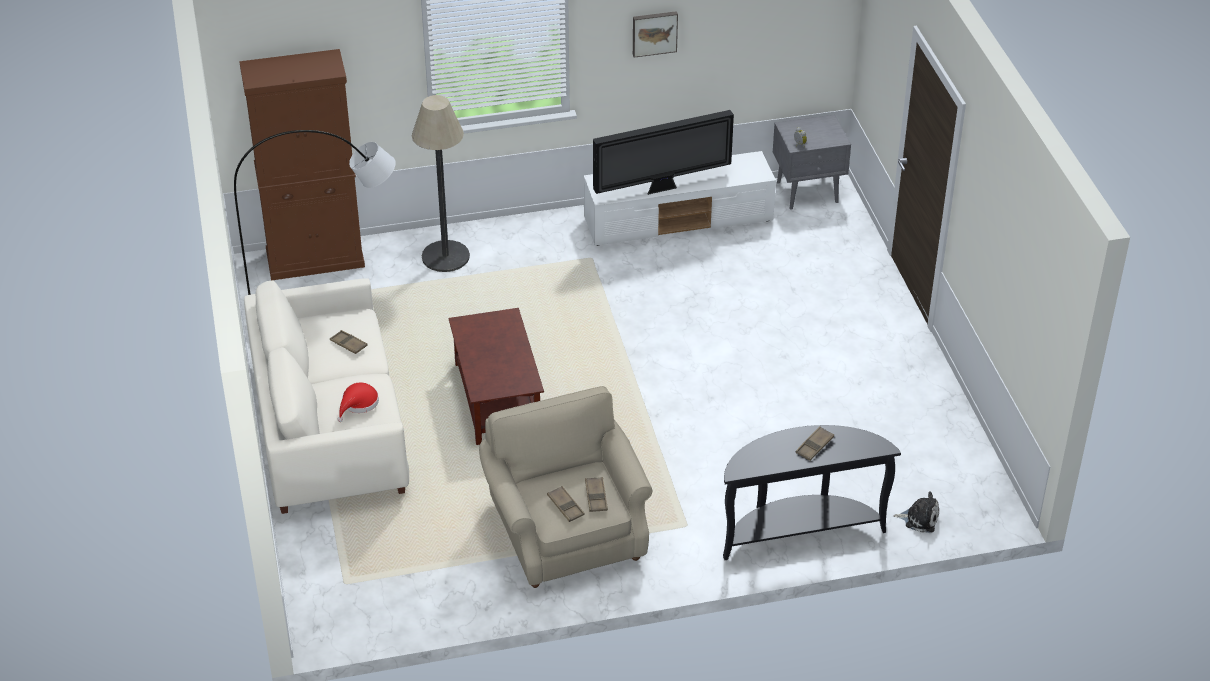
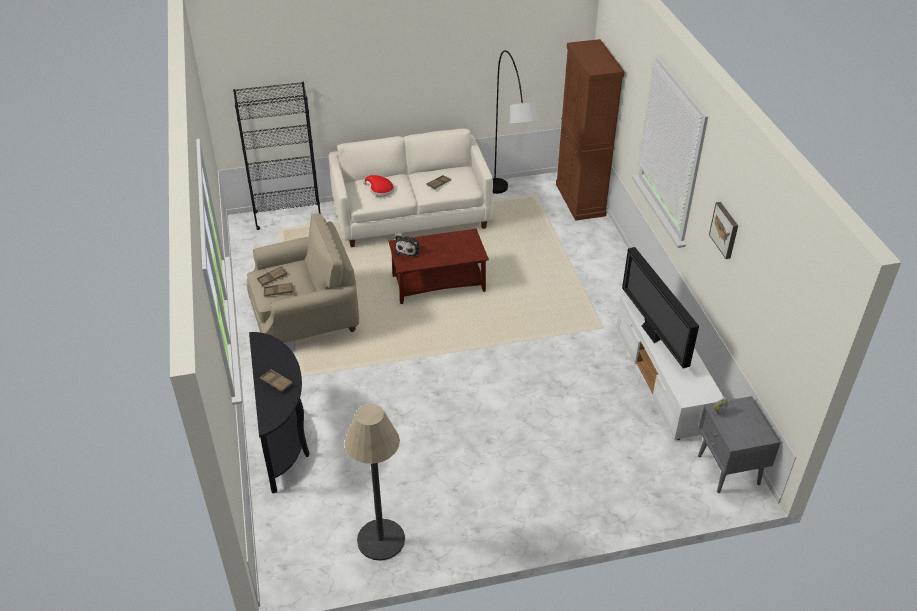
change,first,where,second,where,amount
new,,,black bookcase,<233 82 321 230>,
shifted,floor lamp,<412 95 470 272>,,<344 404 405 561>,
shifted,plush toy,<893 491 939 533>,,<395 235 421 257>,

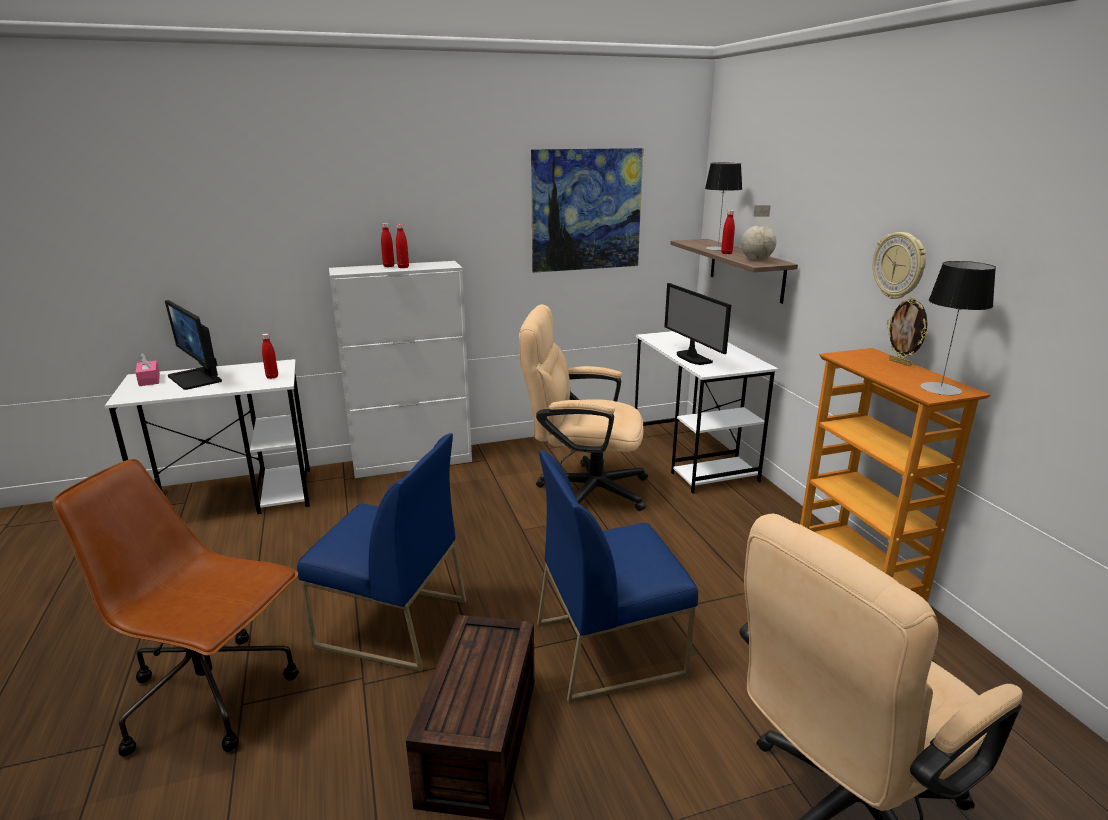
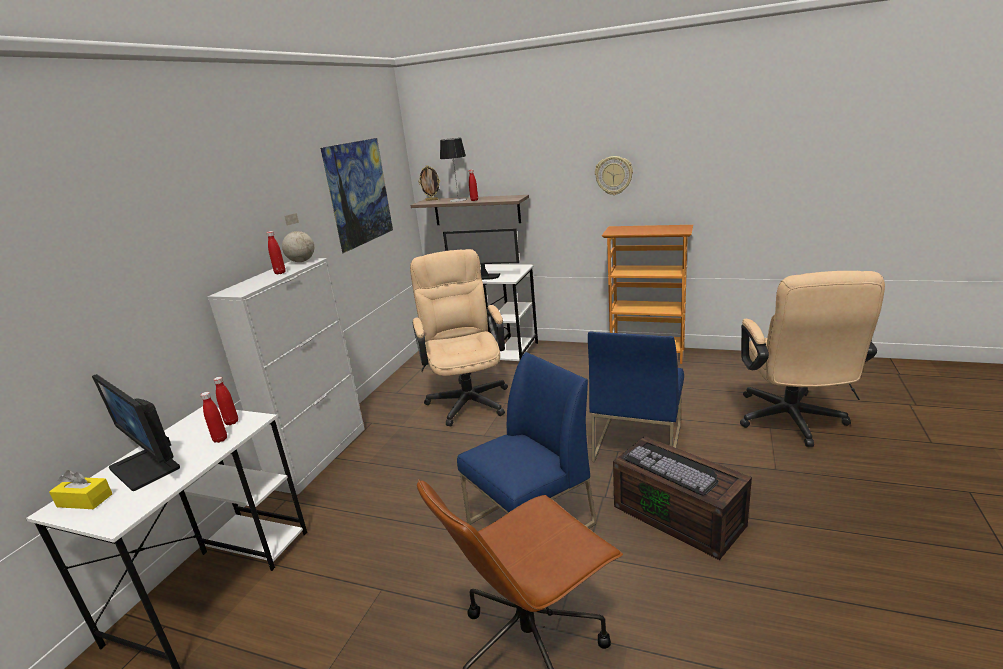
change,first,where,second,where,amount
repainted,pink tissue box,<135 353 160 386>,yellow tissue box,<49 470 112 509>,
rotated,monitor,<165 300 222 390>,,<92 374 180 491>,45 degrees clockwise
shifted,red bottle,<381 223 394 267>,,<201 392 227 443>,
shifted,globe,<741 205 776 260>,,<282 213 314 262>,
rotated,beige office chair,<519 304 648 511>,,<410 249 508 426>,120 degrees clockwise
shifted,picture frame,<887 297 928 366>,,<418 165 440 201>,
new,,,keyboard,<623 445 718 496>,
gone,table lamp,<920 261 996 395>,,,

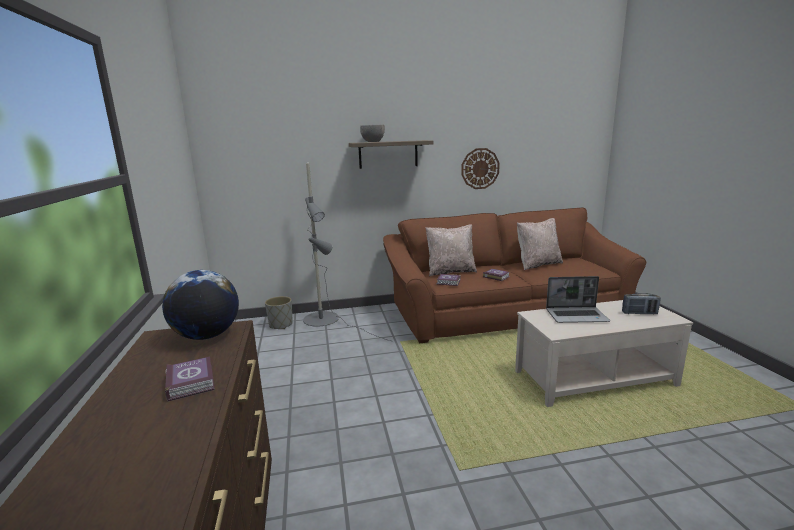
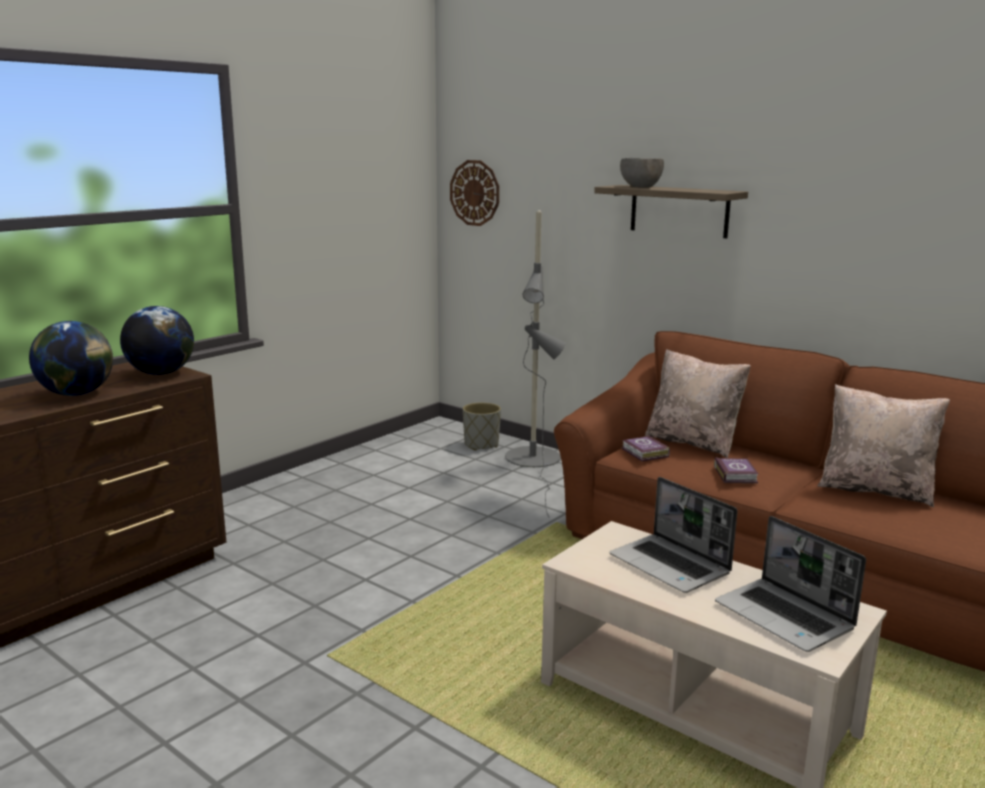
change,first,where,second,where,amount
swapped,book,<165 357 215 402>,globe,<29 321 113 396>,
shifted,wall clock,<461 148 500 189>,,<450 160 499 226>,
swapped,radio,<622 293 661 314>,laptop,<715 516 866 652>,

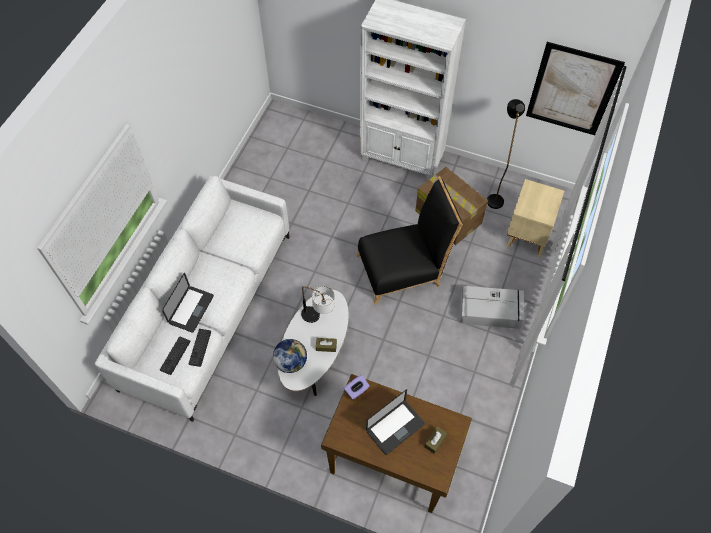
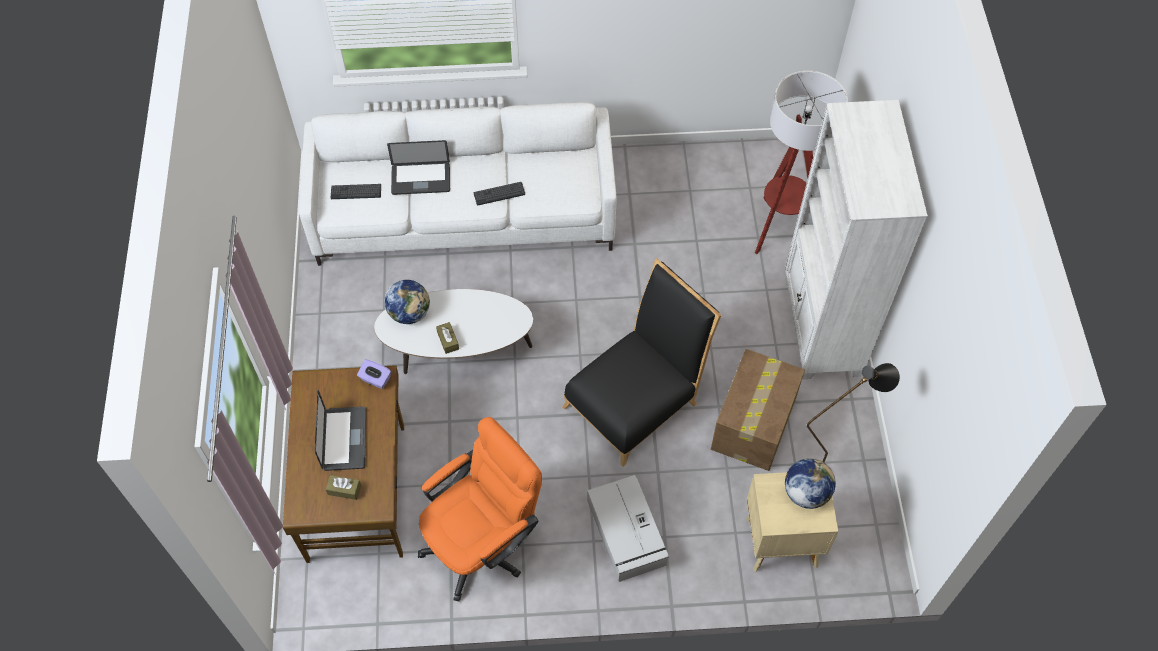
change,first,where,second,where,amount
rotated,laptop,<366 389 425 455>,,<315 390 366 471>,120 degrees counterclockwise
new,,,orange office chair,<418 417 542 602>,
shifted,keyboard,<189 329 211 367>,,<474 182 525 205>,
rotated,black chair,<356 176 463 304>,,<562 258 721 467>,90 degrees counterclockwise
new,,,floor lamp,<755 71 848 254>,
new,,,globe,<785 458 836 509>,
gone,table lamp,<301 286 335 323>,,,
gone,picture,<526 42 625 135>,,,

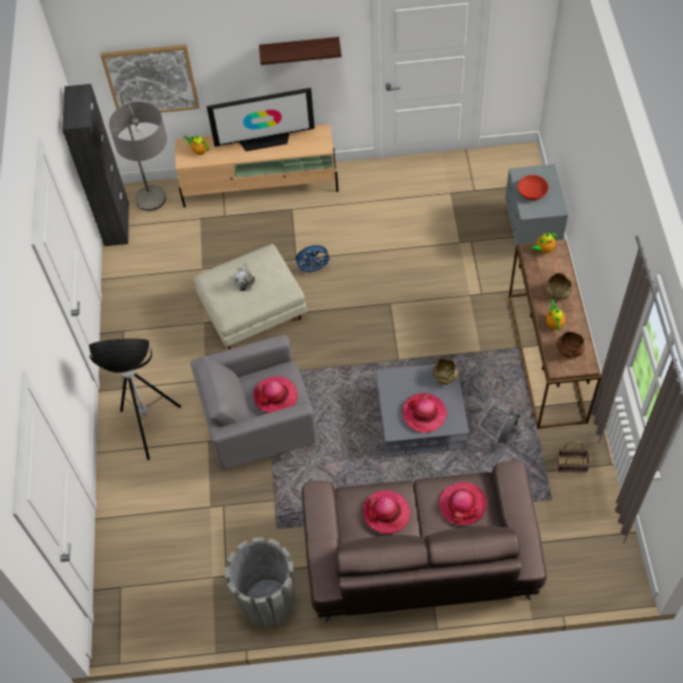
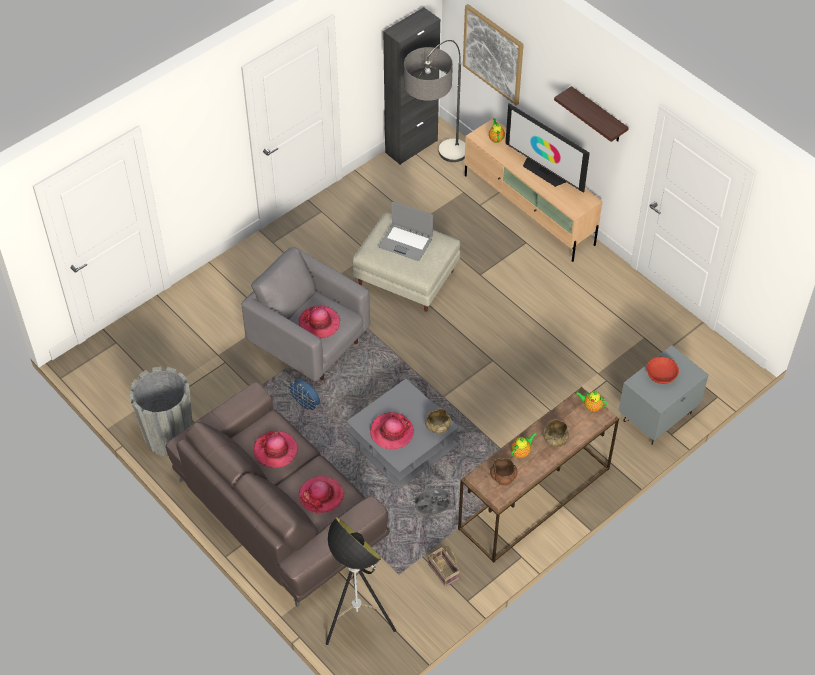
change,first,where,second,where,amount
shifted,blue fan,<295 245 332 275>,,<286 379 320 413>,
shifted,floor lamp,<89 338 181 460>,,<326 517 396 645>,
swapped,plush toy,<234 263 255 291>,laptop,<379 201 433 261>,

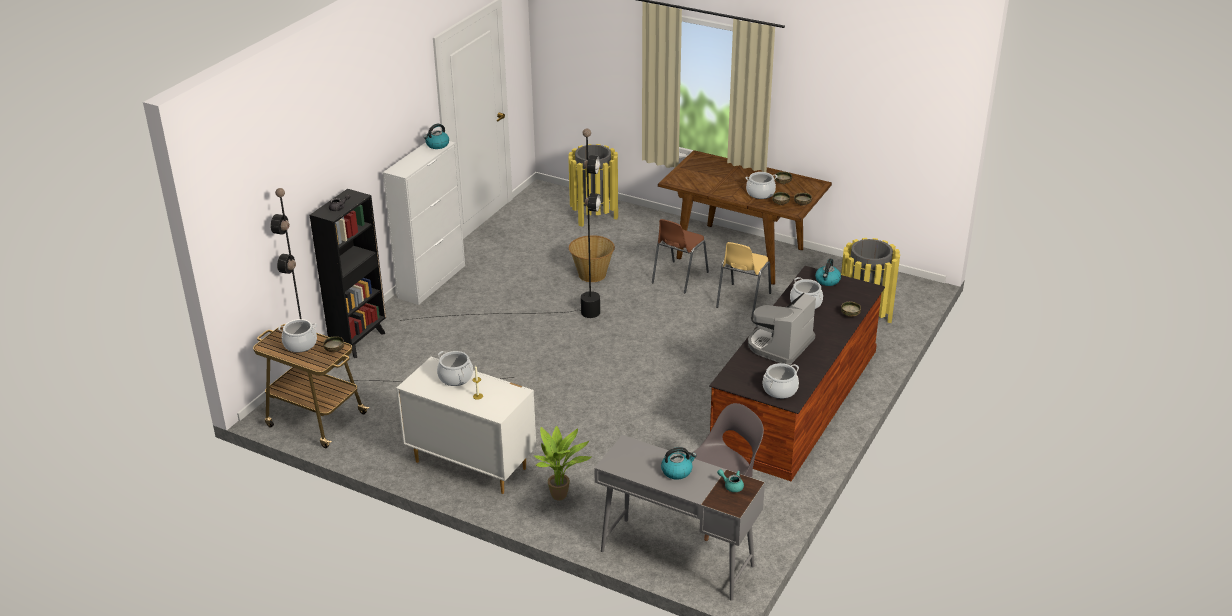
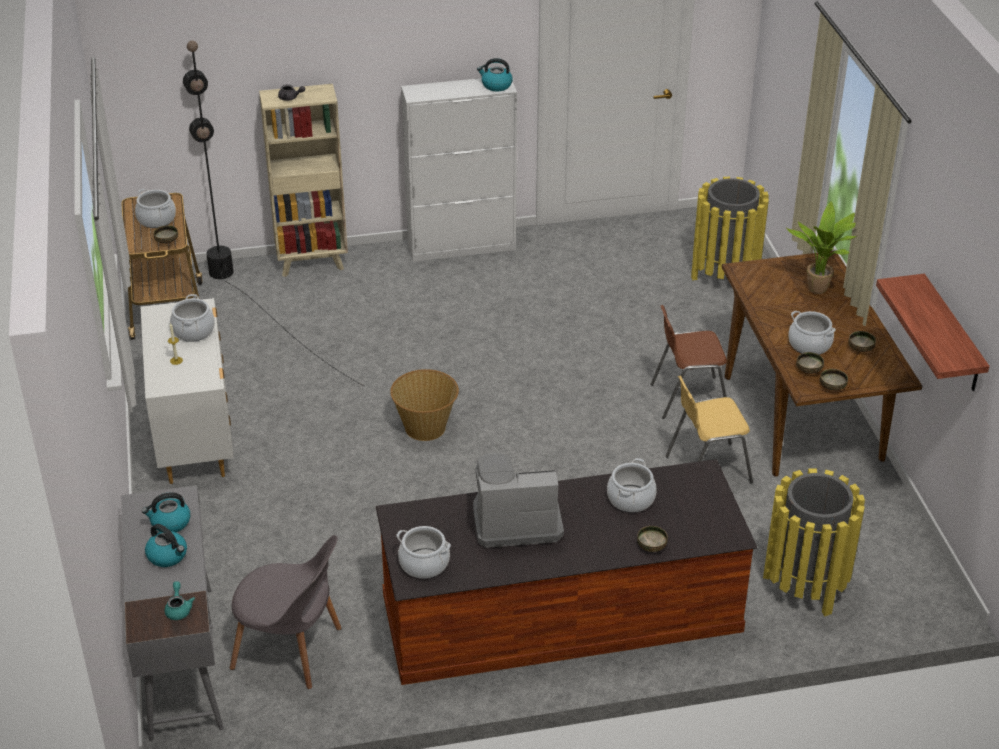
change,first,where,second,where,amount
shifted,kettle,<815 258 841 286>,,<142 492 190 532>,
repainted,black bookcase,<310 189 386 358>,beige bookcase,<259 84 348 277>,
shifted,basket,<569 235 615 282>,,<390 369 459 441>,
shifted,potted plant,<534 426 592 500>,,<786 201 857 294>,
new,,,shelf,<876 274 989 391>,
gone,black floor lamp,<399 128 601 321>,,,

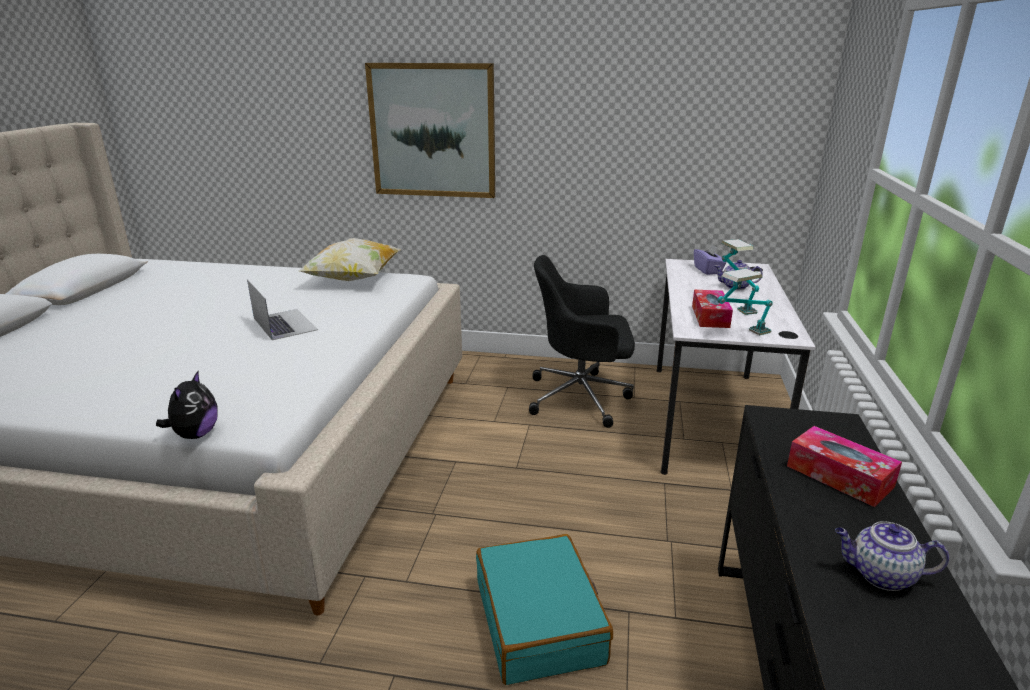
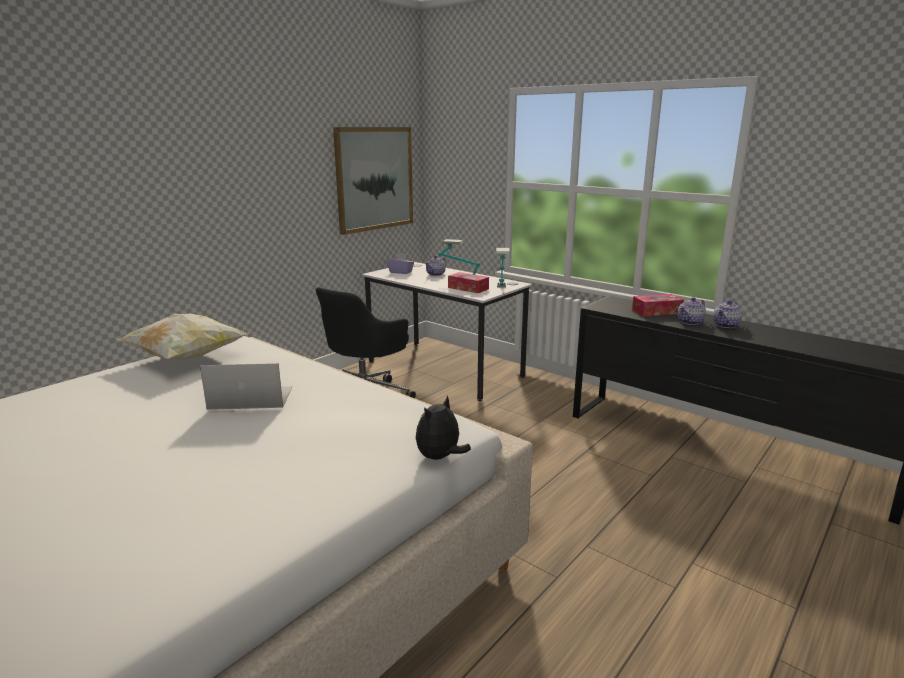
change,first,where,second,where,amount
shifted,picture,<365 63 495 198>,,<333 127 413 235>,
rotated,plush toy,<156 371 218 439>,,<416 395 471 460>,90 degrees counterclockwise
new,,,teapot,<677 297 706 325>,
gone,turquoise suitcase,<476 534 613 685>,,,

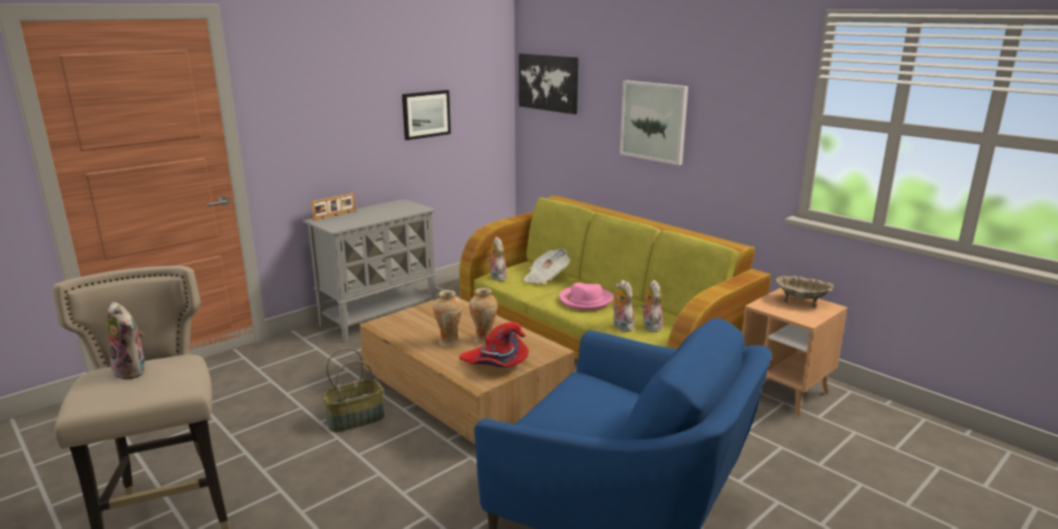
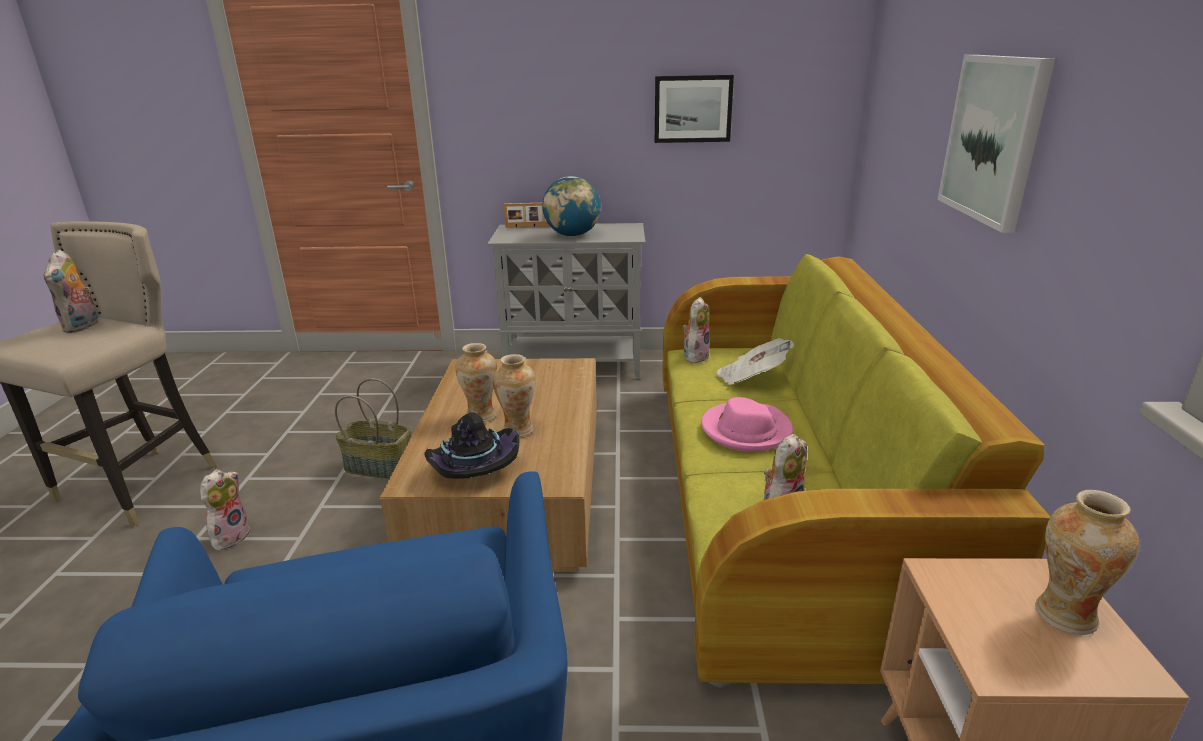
change,first,where,second,where,amount
shifted,plush toy,<613 280 634 332>,,<200 469 251 551>,
repainted,red hat,<460 322 529 368>,black hat,<424 412 520 479>,
new,,,globe,<542 176 601 236>,
swapped,beige bowl,<775 275 834 308>,vase,<1035 490 1139 635>,
gone,picture,<519 54 578 114>,,,

